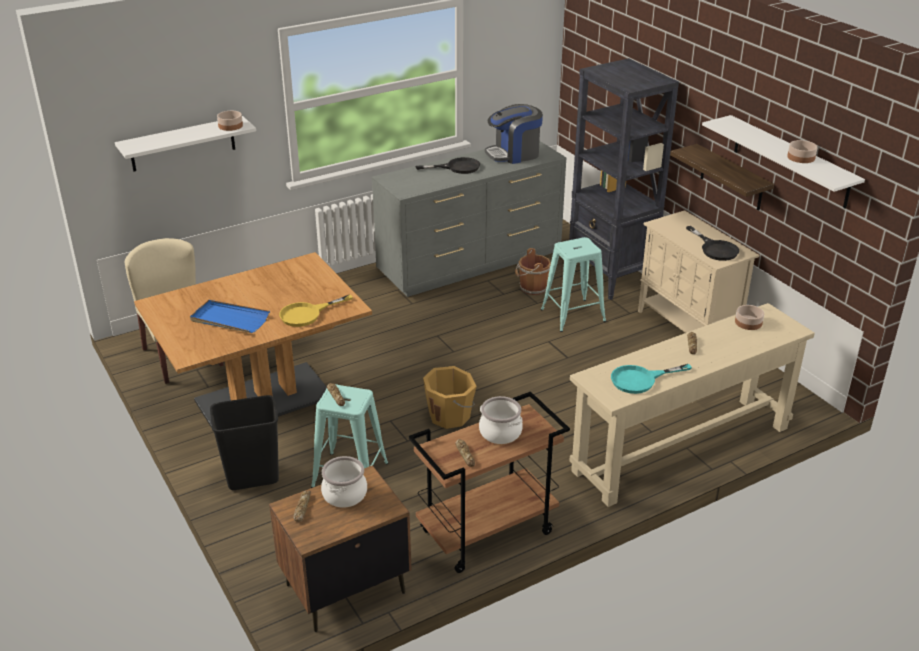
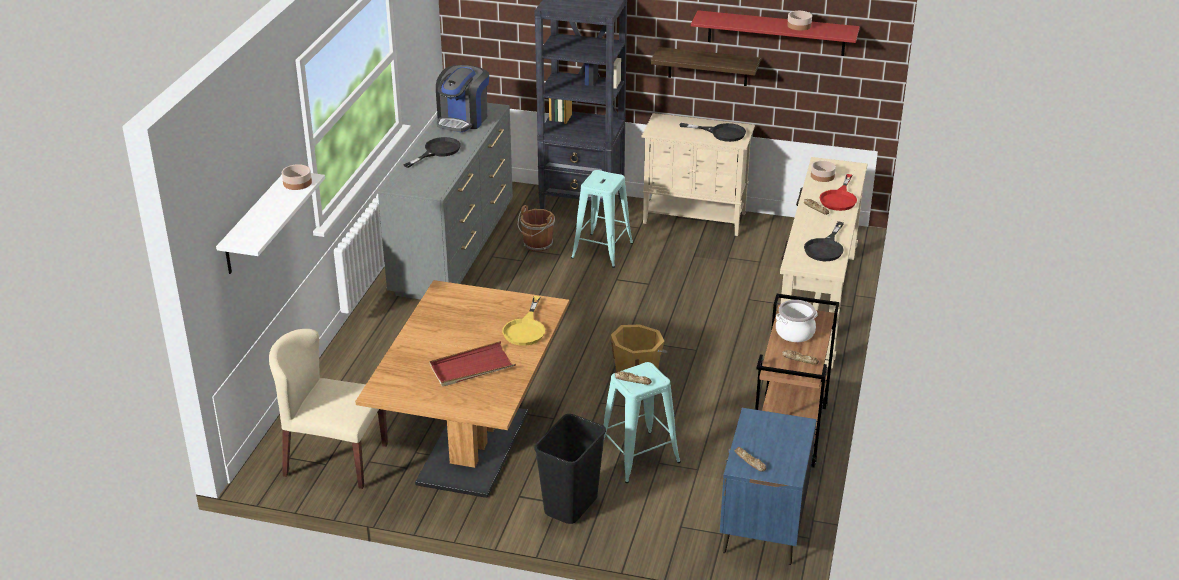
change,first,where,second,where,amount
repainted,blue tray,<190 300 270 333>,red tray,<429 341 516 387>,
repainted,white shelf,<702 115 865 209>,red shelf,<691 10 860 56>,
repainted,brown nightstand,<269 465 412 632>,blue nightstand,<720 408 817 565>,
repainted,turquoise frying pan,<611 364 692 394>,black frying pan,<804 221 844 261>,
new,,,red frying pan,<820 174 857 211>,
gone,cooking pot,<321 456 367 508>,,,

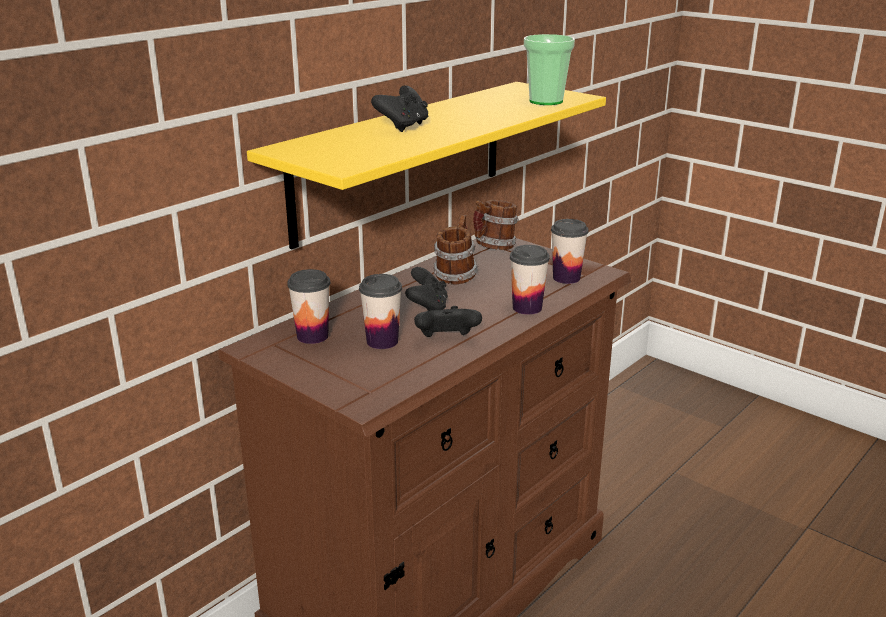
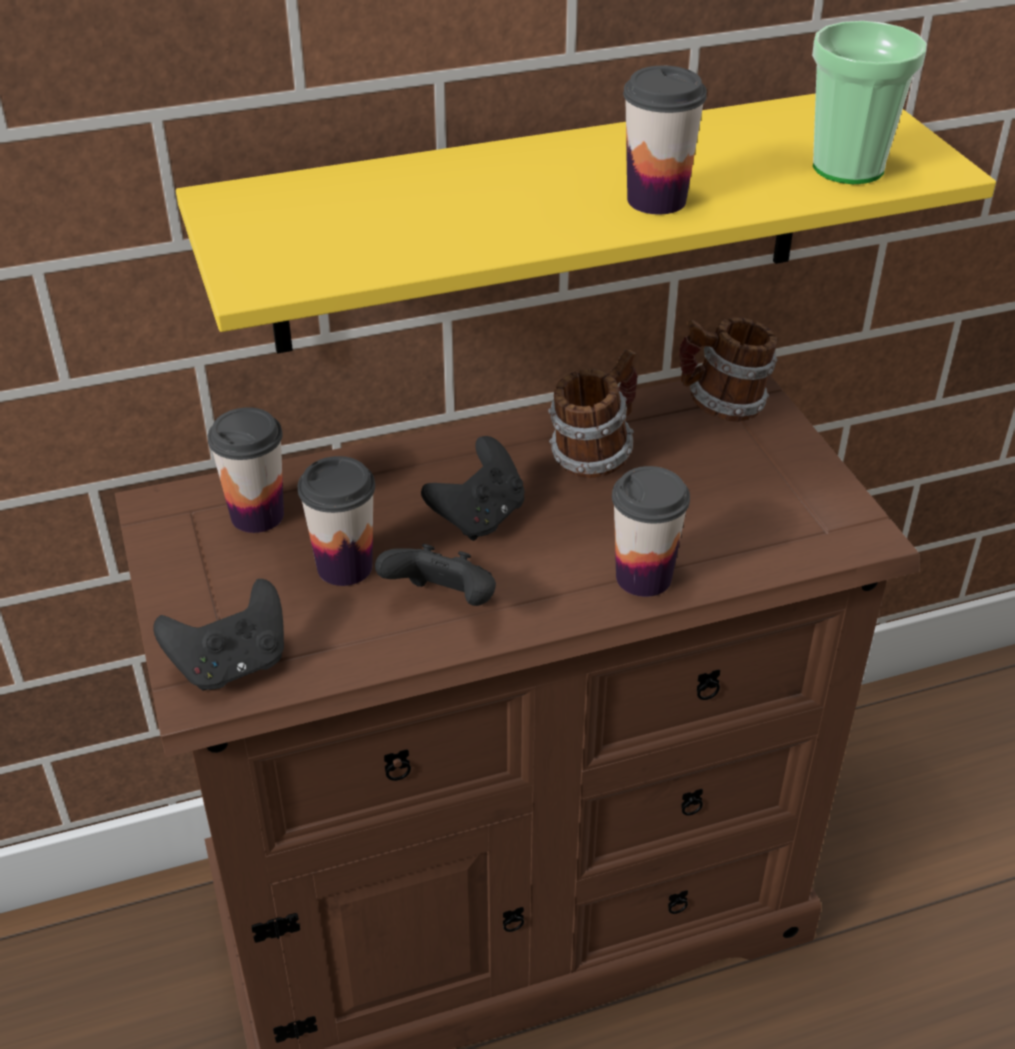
change,first,where,second,where,amount
shifted,black game controller,<371 85 428 132>,,<153 579 284 691>,
shifted,cup,<551 219 588 284>,,<623 65 707 215>,

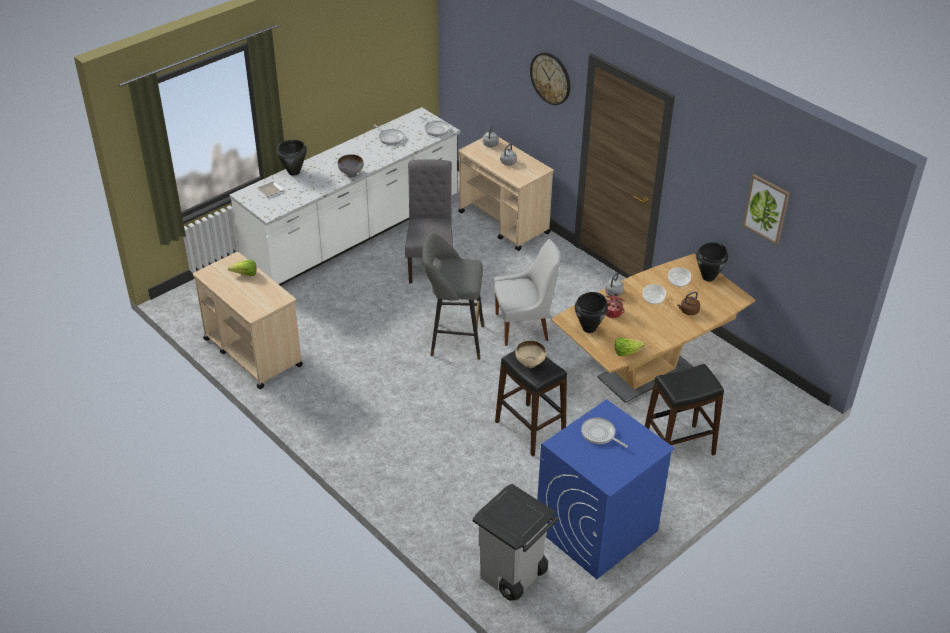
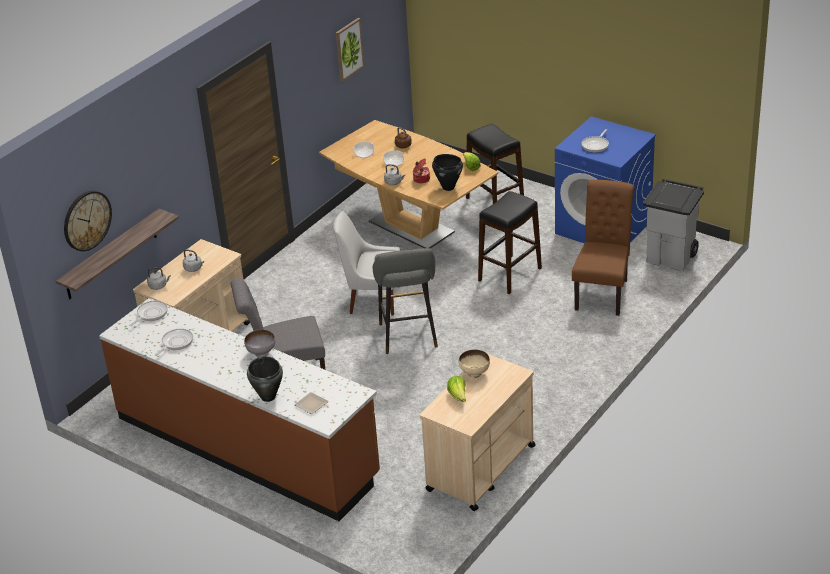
change,first,where,second,where,amount
new,,,shelf,<56 209 179 299>,
shifted,wall clock,<530 52 570 105>,,<64 191 112 251>,
repainted,white counter,<230 107 460 286>,brown counter,<99 298 380 521>,
rotated,white chair,<494 239 561 346>,,<333 211 400 316>,60 degrees counterclockwise
shifted,beige bowl,<515 340 546 368>,,<459 349 490 378>,
new,,,brown chair,<572 180 634 316>,
gone,black cooking pot,<696 242 728 282>,,,

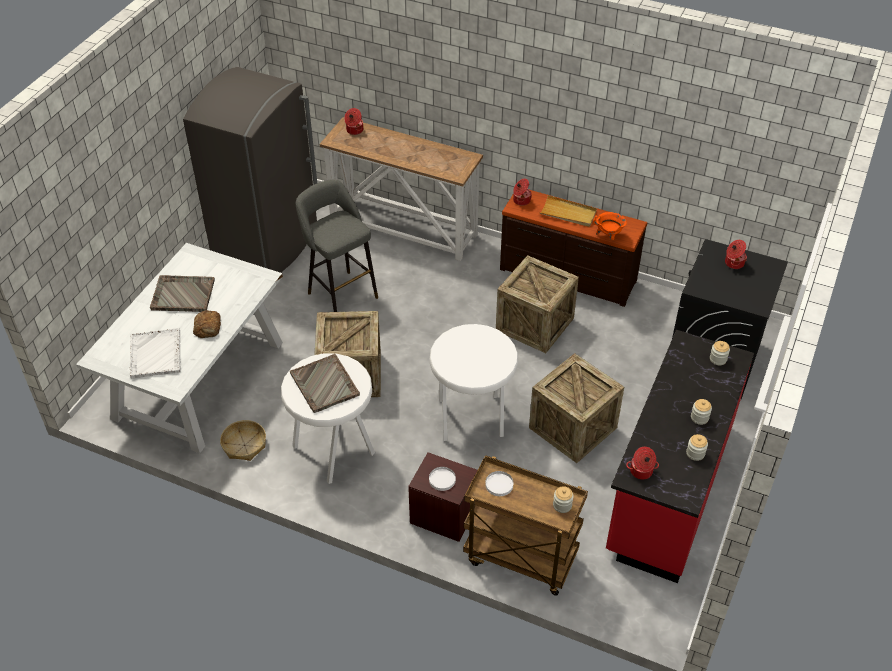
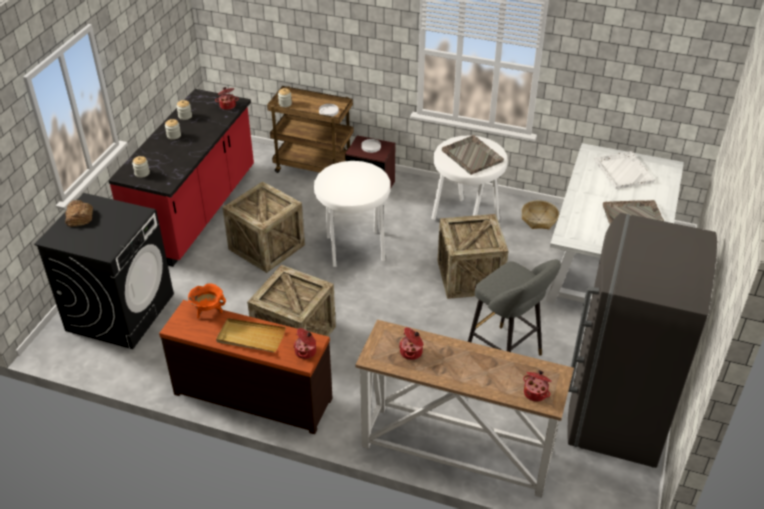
change,first,where,second,where,amount
shifted,bread,<193 310 221 338>,,<65 200 93 227>,
shifted,cooking pot,<725 240 747 269>,,<399 327 423 360>,

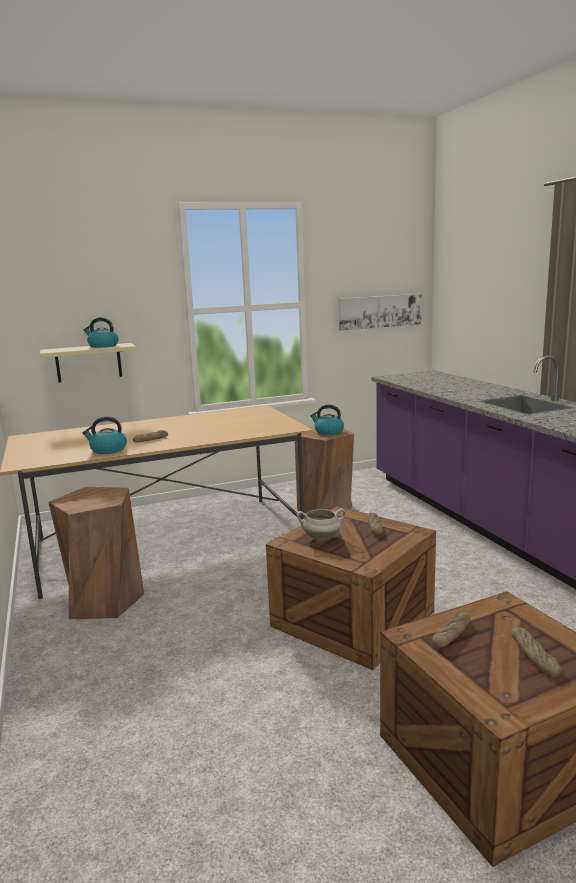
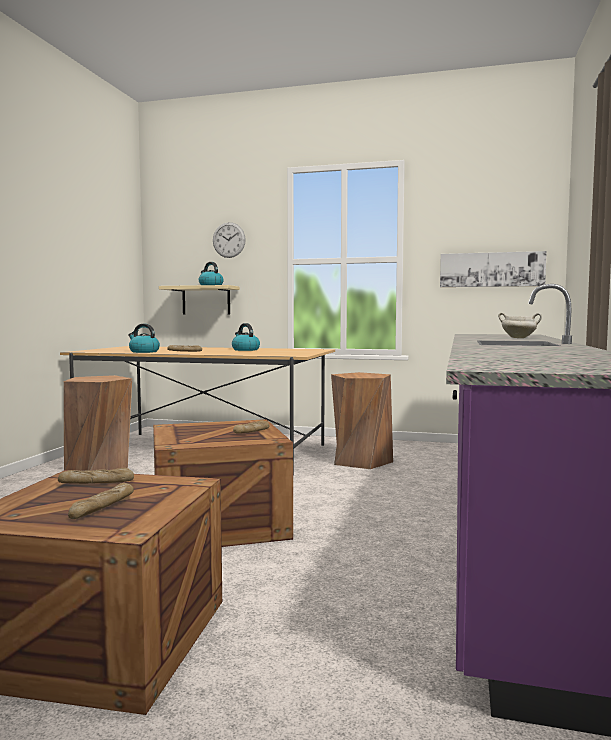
change,first,where,second,where,amount
new,,,wall clock,<213 222 246 258>,
shifted,kettle,<310 404 344 435>,,<232 323 260 351>,
shifted,white cooking pot,<297 508 346 541>,,<498 313 542 338>,

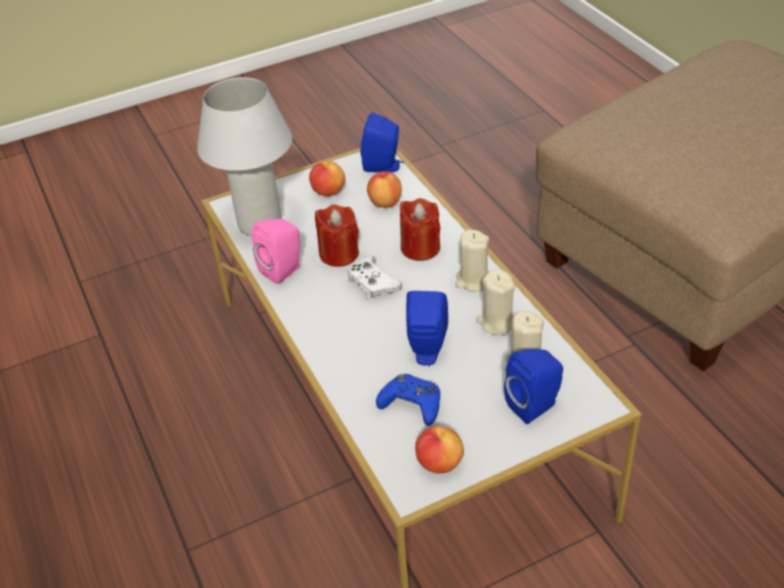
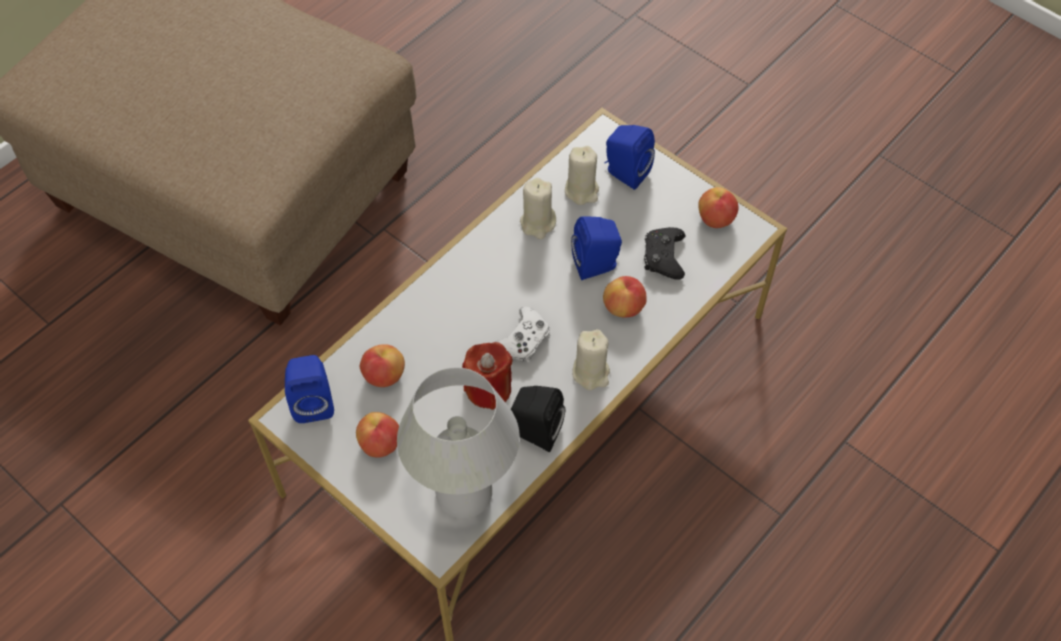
change,first,where,second,where,amount
repainted,pink speaker,<252 219 301 284>,black speaker,<511 386 565 452>,
shifted,beige candle,<455 230 489 292>,,<572 329 610 390>,
new,,,apple,<603 276 647 318>,
repainted,blue game controller,<376 374 440 426>,black game controller,<644 227 685 280>,
gone,red candle,<400 198 440 261>,,,

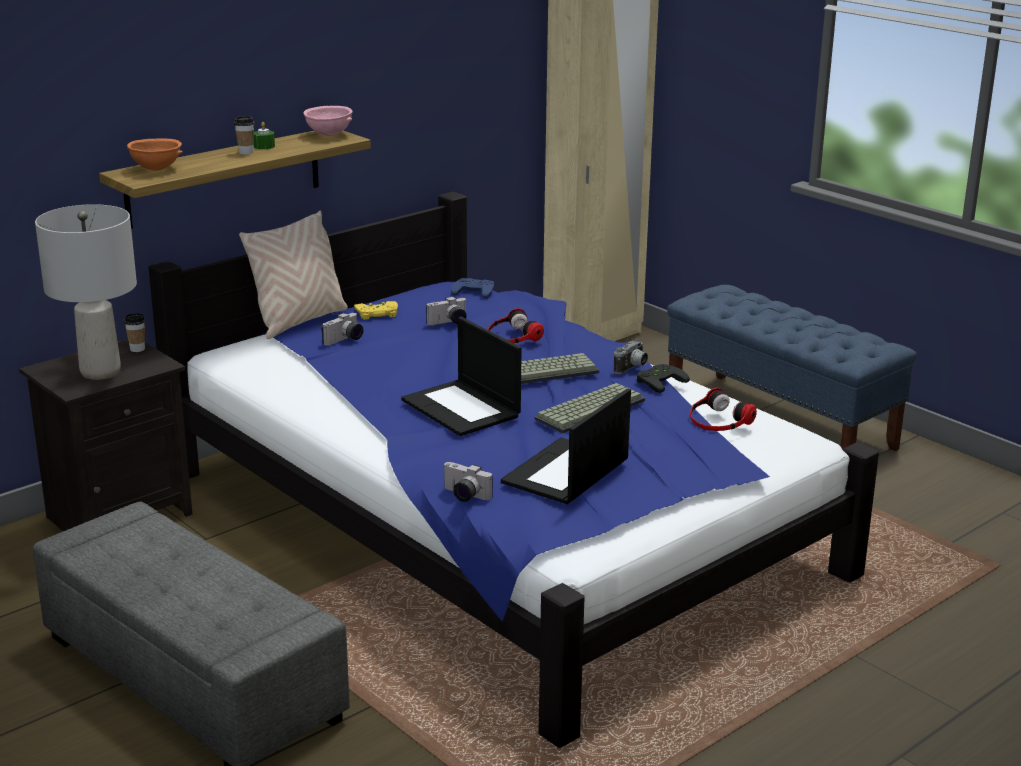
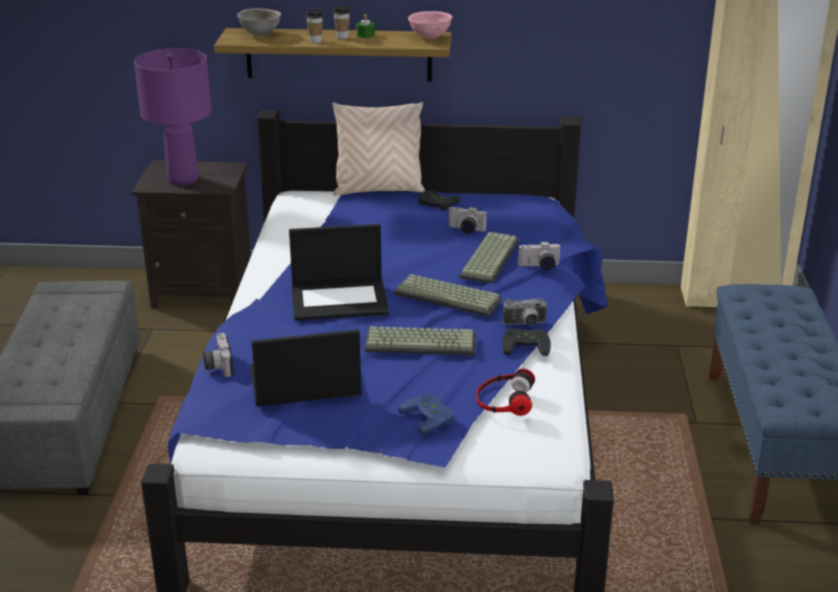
change,first,where,second,where,amount
repainted,grey table lamp,<35 204 137 380>,purple table lamp,<134 48 212 186>,
repainted,orange bowl,<127 138 183 170>,grey bowl,<237 8 281 36>,
rotated,laptop,<401 316 521 436>,,<289 224 389 321>,105 degrees counterclockwise
shifted,cup,<124 313 145 352>,,<306 10 323 43>,
shifted,blue game controller,<451 278 494 299>,,<398 394 454 435>,
repainted,yellow game controller,<354 301 398 320>,black game controller,<418 190 460 211>,
swapped,headphones,<487 308 544 343>,keyboard,<459 232 519 284>,
shifted,photo camera,<321 313 363 345>,,<518 241 561 270>,

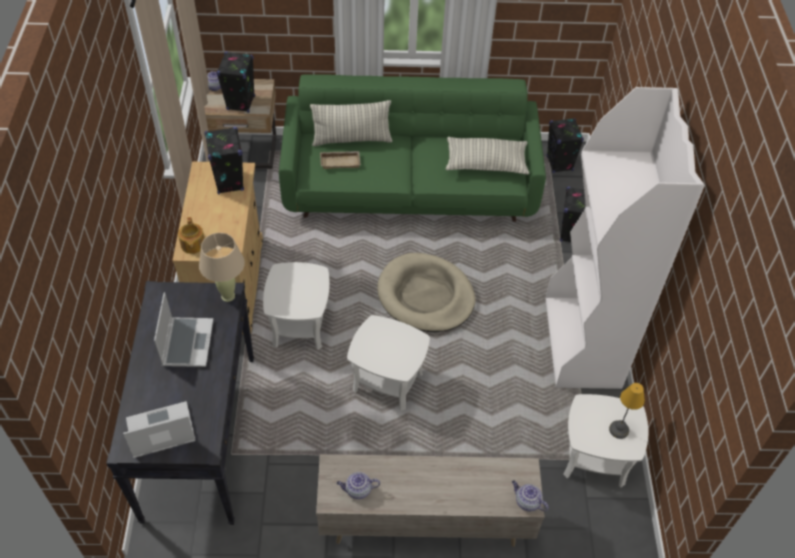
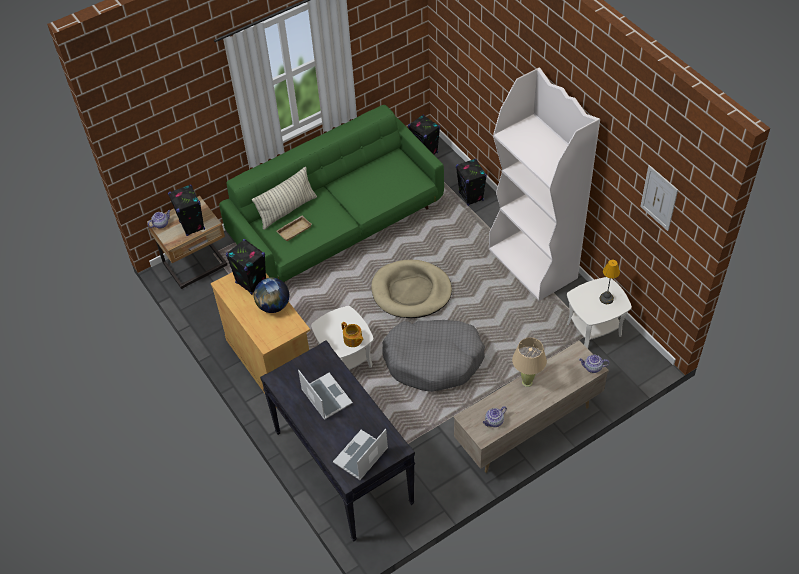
change,first,where,second,where,amount
new,,,globe,<254 277 289 313>,
shifted,teapot,<178 217 205 254>,,<341 322 364 347>,
swapped,white side table,<347 315 430 411>,grey dog bed,<382 320 485 392>,
shifted,beige table lamp,<199 233 245 302>,,<512 338 547 387>,
new,,,picture,<640 165 678 231>,
gone,pillow,<446 137 529 175>,,,

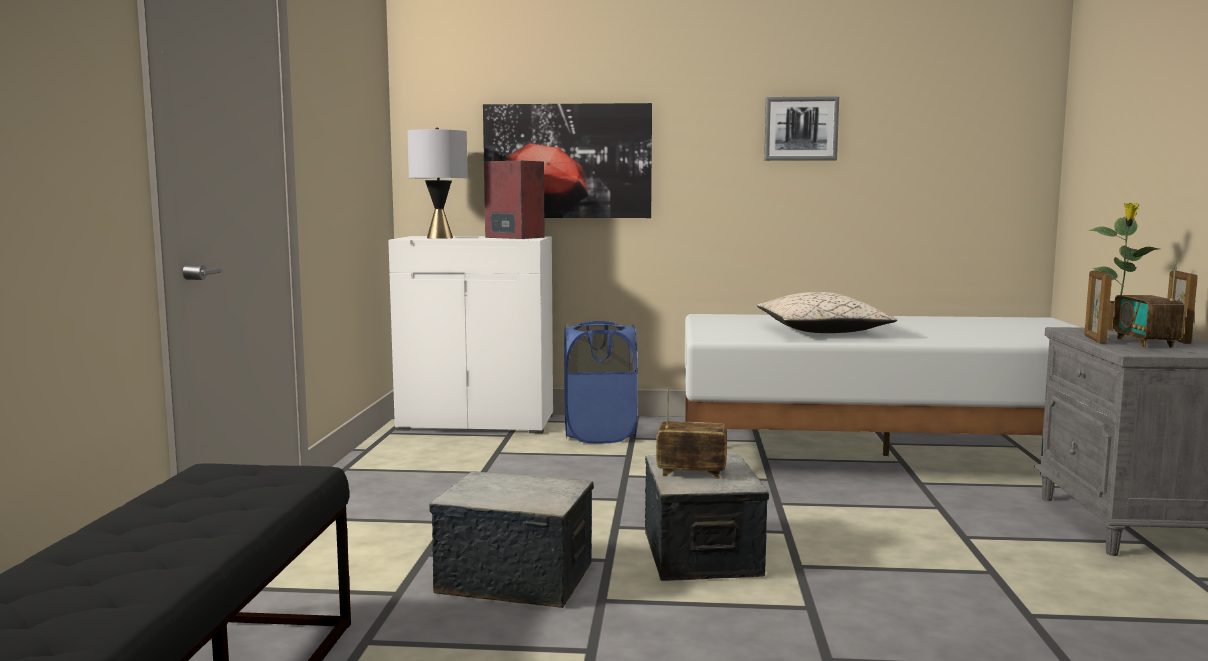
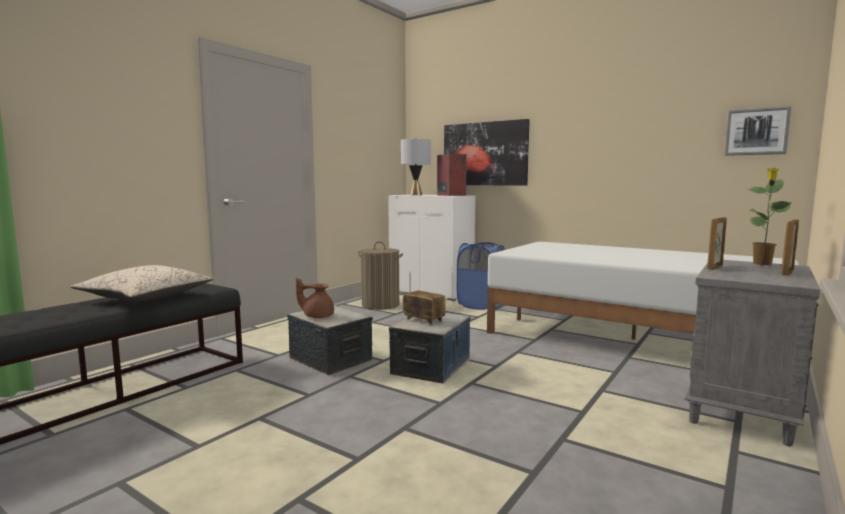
change,first,where,second,where,amount
shifted,beige pillow,<757 292 897 333>,,<71 265 213 302>,
new,,,brown teapot,<296 278 334 318>,
new,,,laundry basket,<358 241 403 310>,
shifted,picture,<764 96 839 161>,,<724 106 791 156>,
gone,radio,<1113 262 1186 348>,,,

